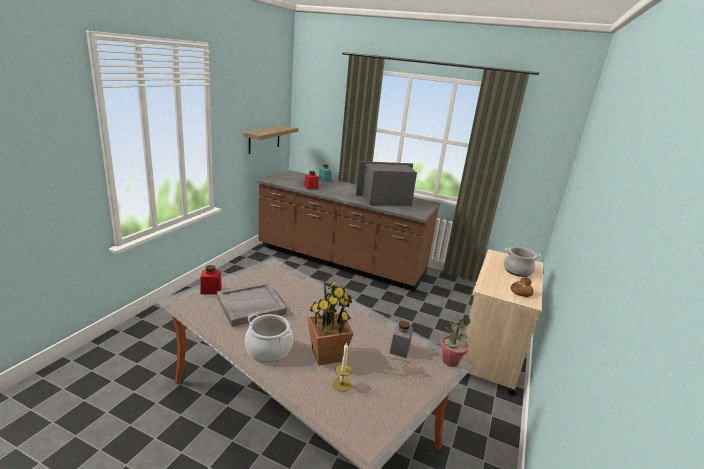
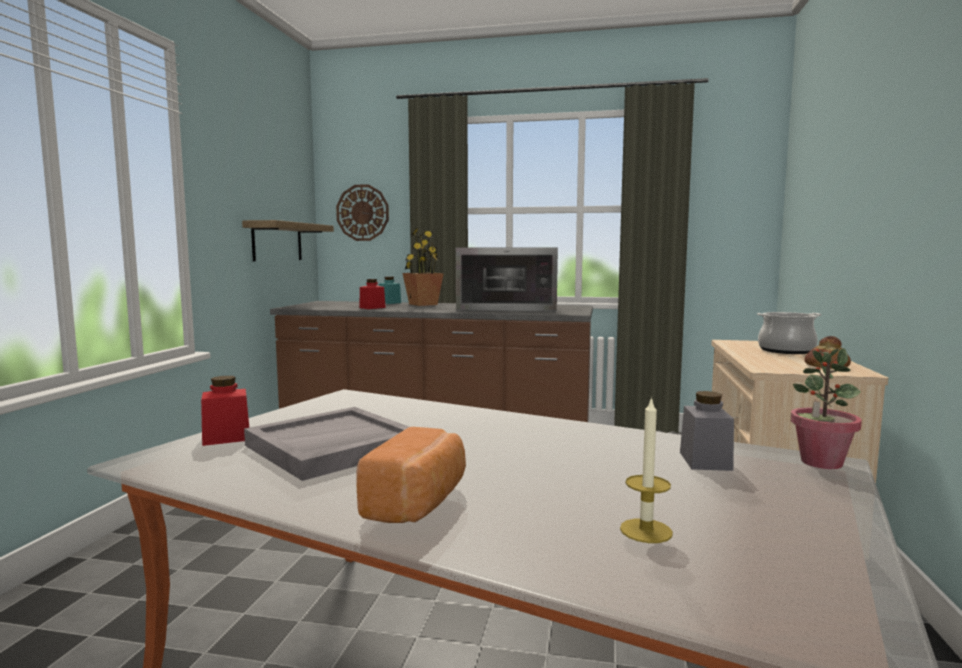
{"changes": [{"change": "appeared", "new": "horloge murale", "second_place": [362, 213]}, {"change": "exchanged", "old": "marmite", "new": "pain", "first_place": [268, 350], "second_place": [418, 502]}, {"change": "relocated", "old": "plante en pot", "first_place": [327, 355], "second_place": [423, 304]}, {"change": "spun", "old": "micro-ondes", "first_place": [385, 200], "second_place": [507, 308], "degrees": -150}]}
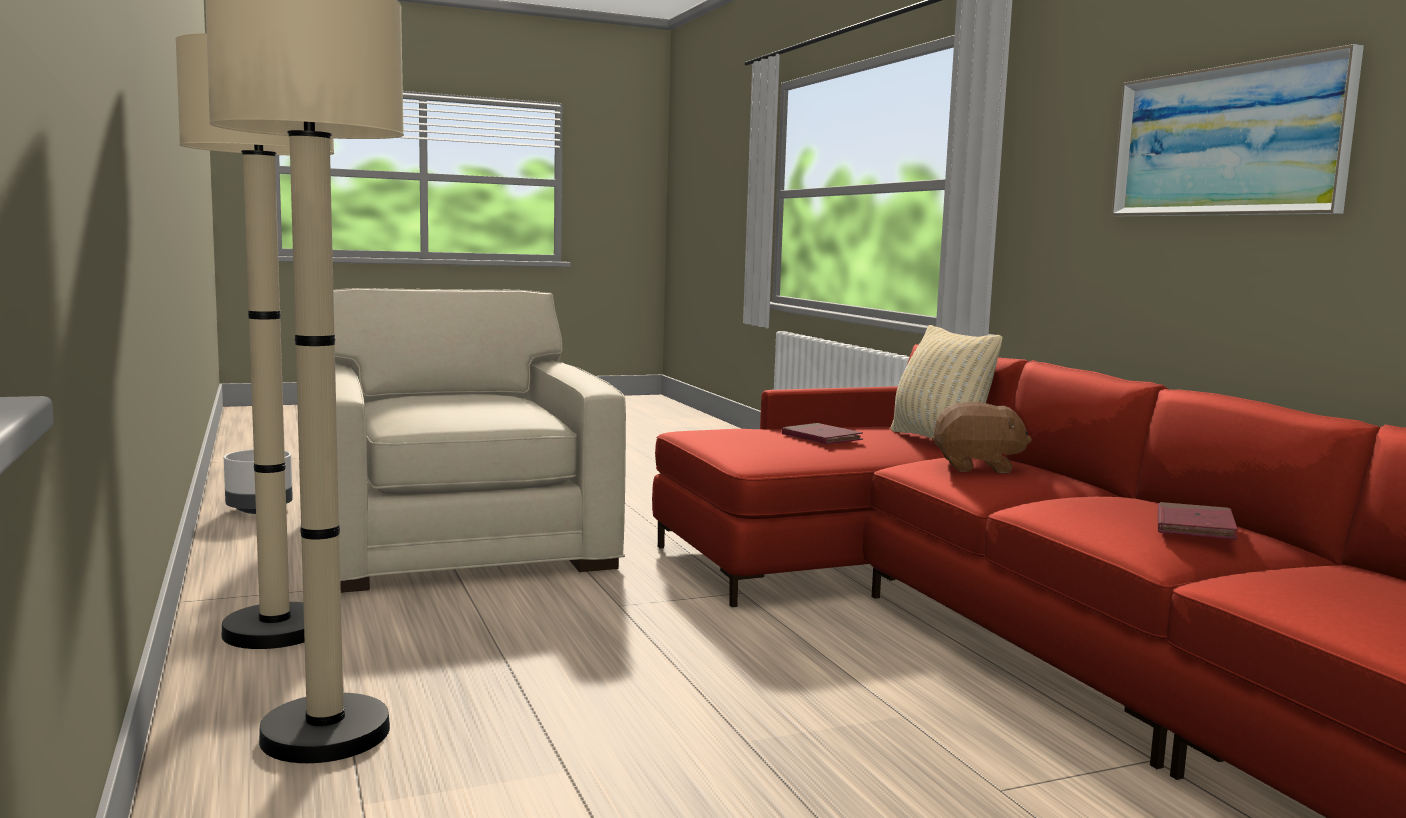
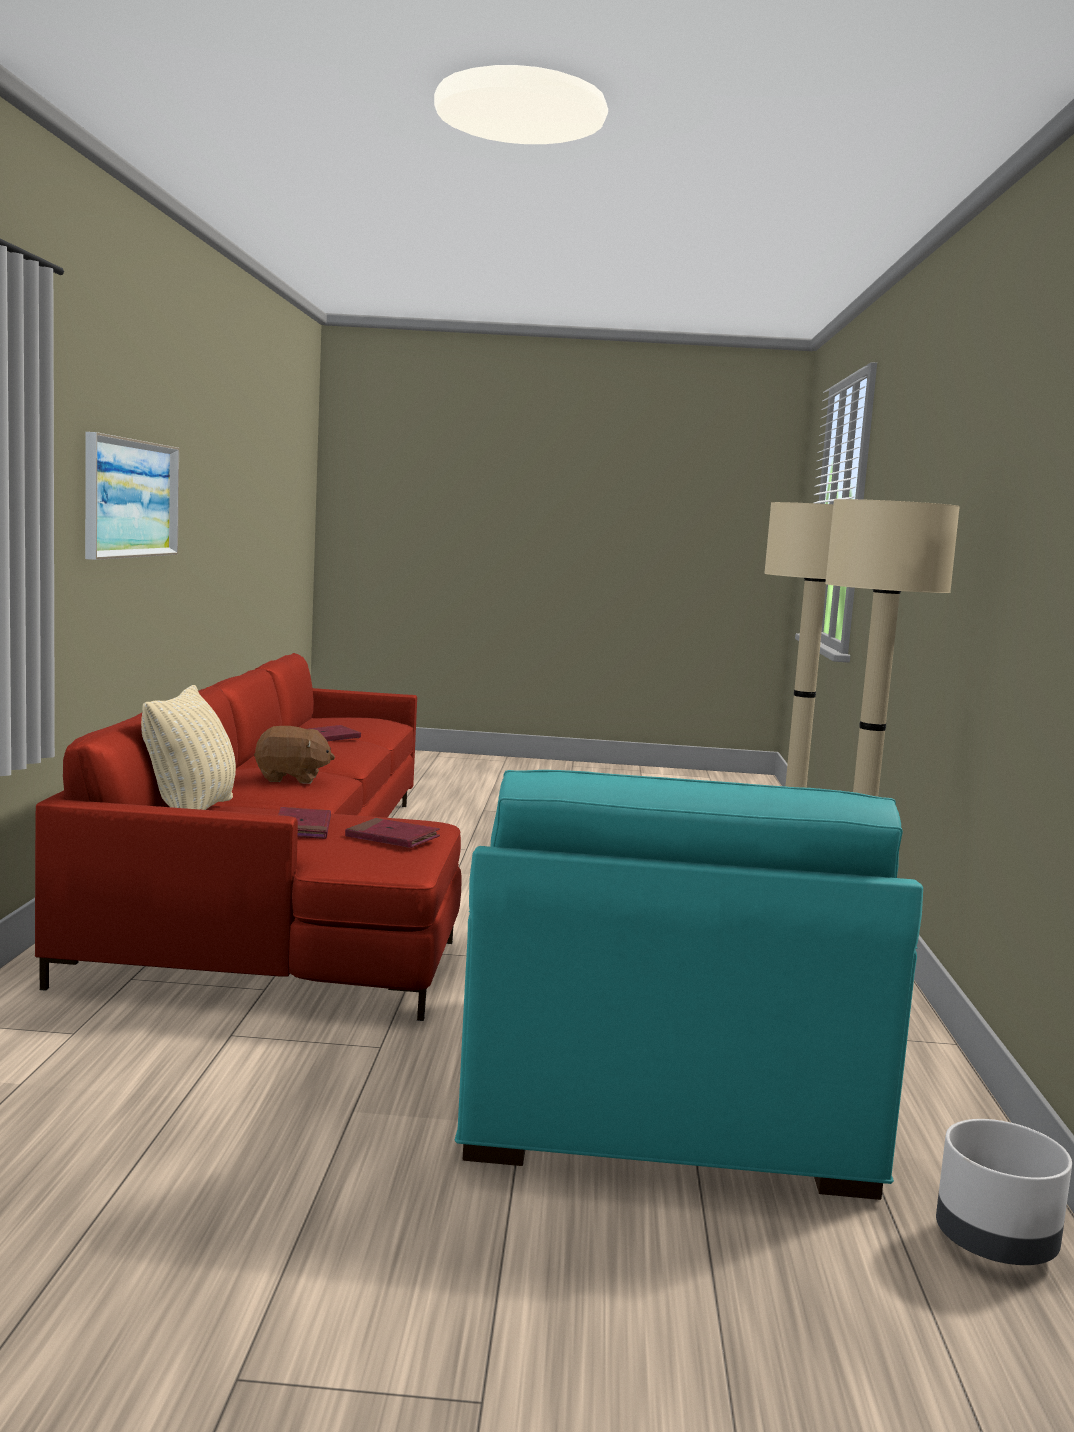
{"changes": [{"change": "spun", "old": "peluche [marron]", "first_place": [977, 467], "second_place": [291, 779], "degrees": 150}, {"change": "appeared", "new": "livre [rouge]", "second_place": [392, 838]}, {"change": "colour", "old": "fauteuil [beige]", "new": "fauteuil [turquoise]", "first_place": [456, 540], "second_place": [662, 1084]}]}
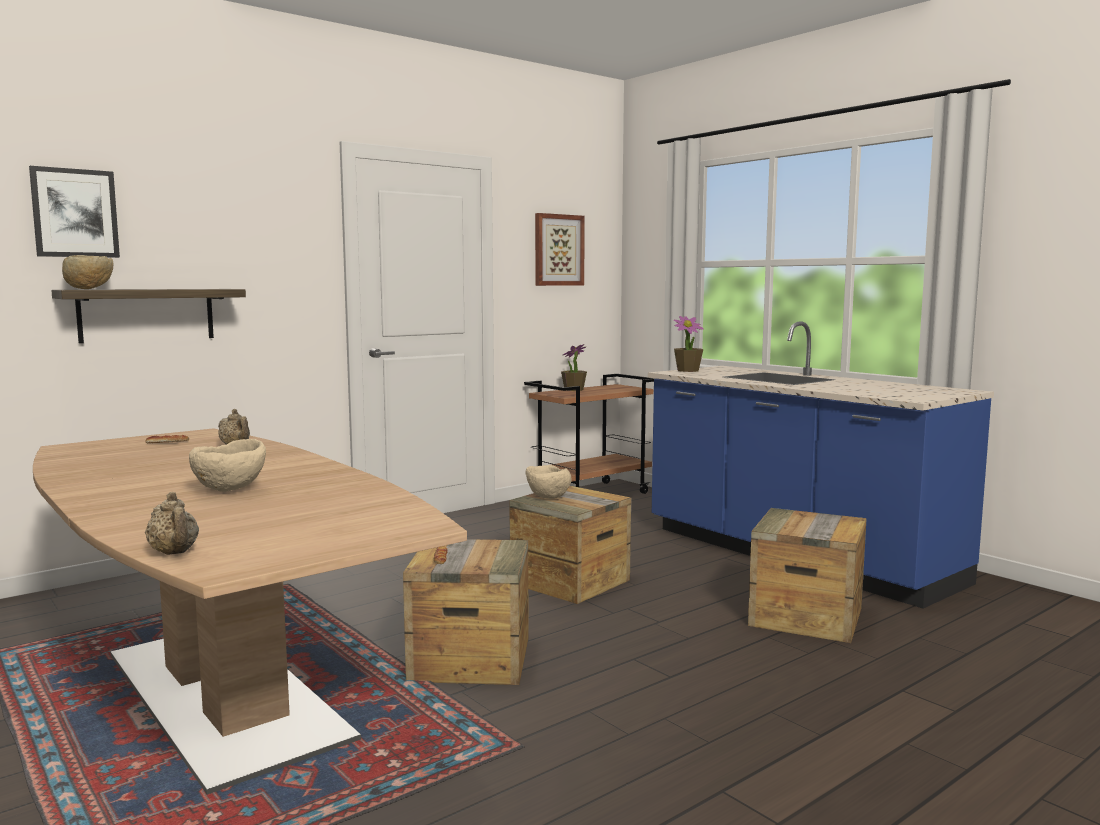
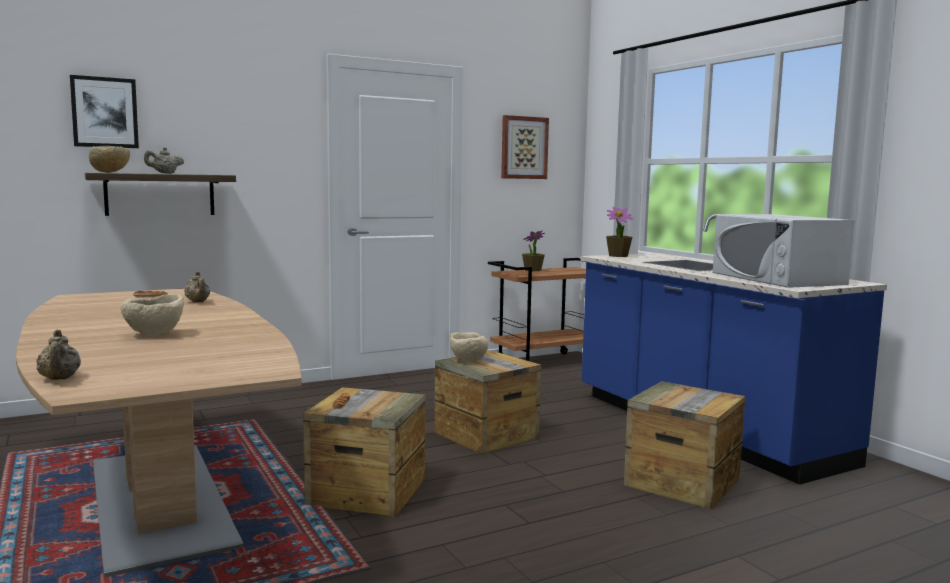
{"changes": [{"change": "appeared", "new": "théière [beige]", "second_place": [164, 173]}, {"change": "appeared", "new": "micro-ondes [blanc]", "second_place": [777, 278]}]}
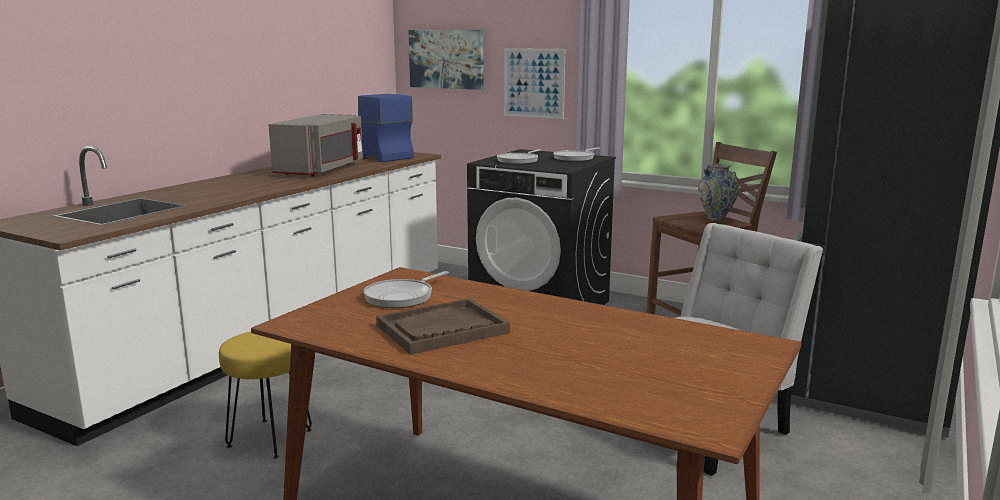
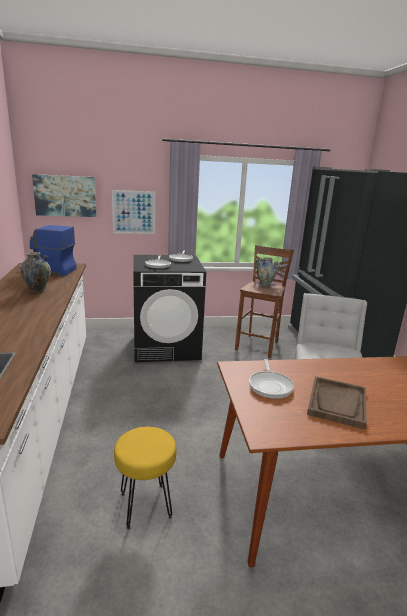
{"changes": [{"change": "exchanged", "old": "micro-ondes [gris]", "new": "vase", "first_place": [322, 170], "second_place": [37, 290]}]}
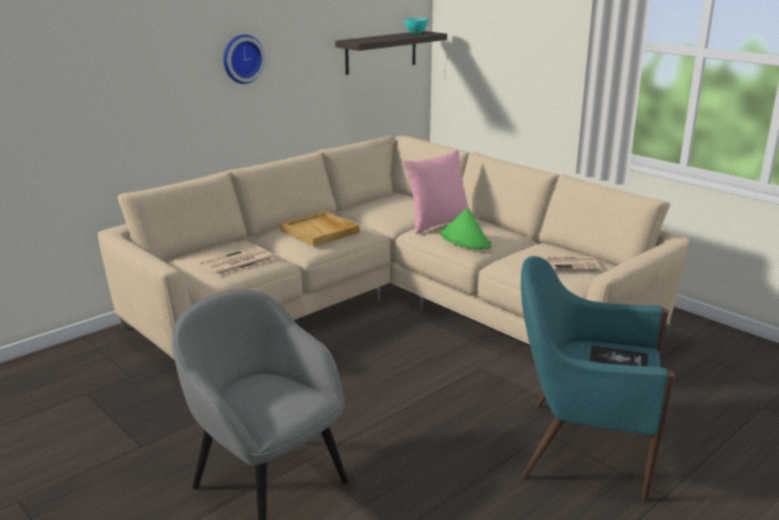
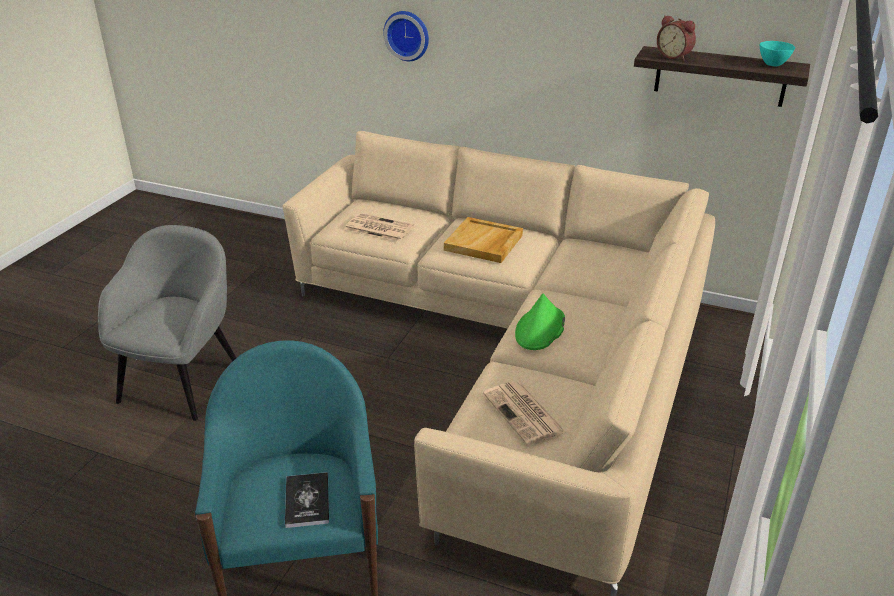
{"changes": [{"change": "relocated", "old": "horloge murale", "first_place": [242, 58], "second_place": [407, 35]}, {"change": "appeared", "new": "réveil", "second_place": [674, 56]}, {"change": "missing", "old": "coussin [rose]", "first_place": [437, 223]}]}
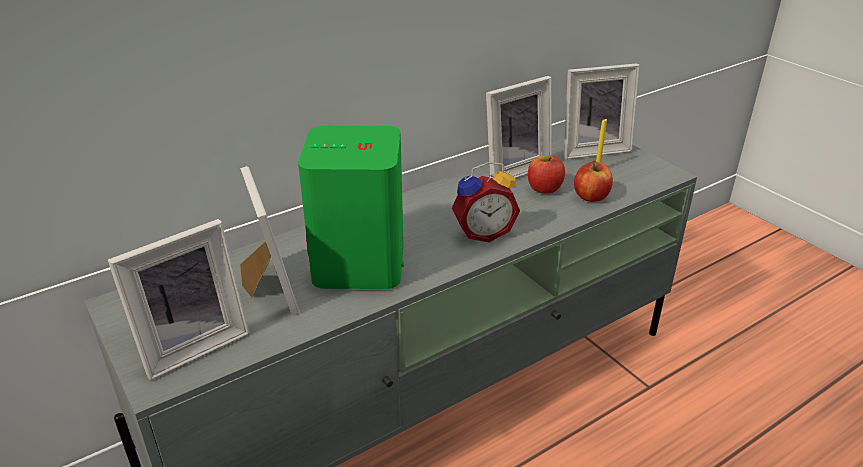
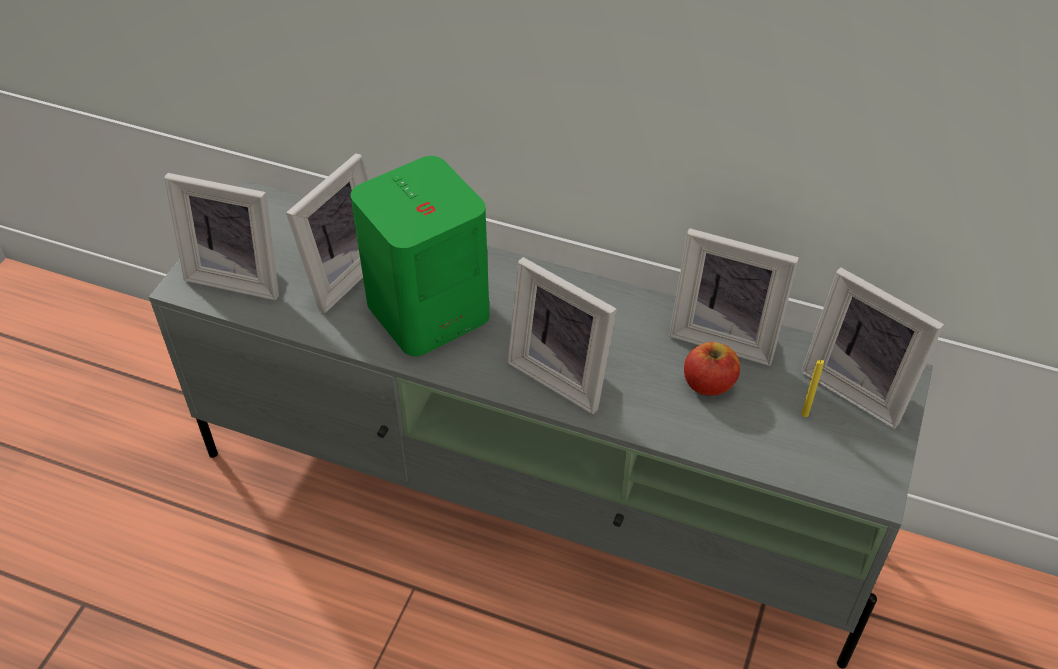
{"changes": [{"change": "exchanged", "old": "réveil", "new": "cadre photo", "first_place": [482, 233], "second_place": [563, 374]}, {"change": "missing", "old": "pomme", "first_place": [591, 196]}]}
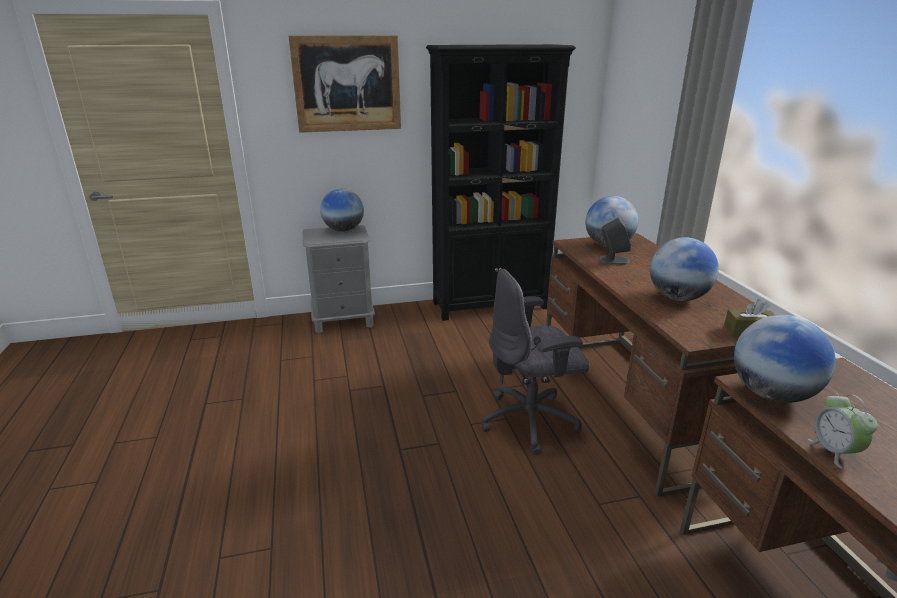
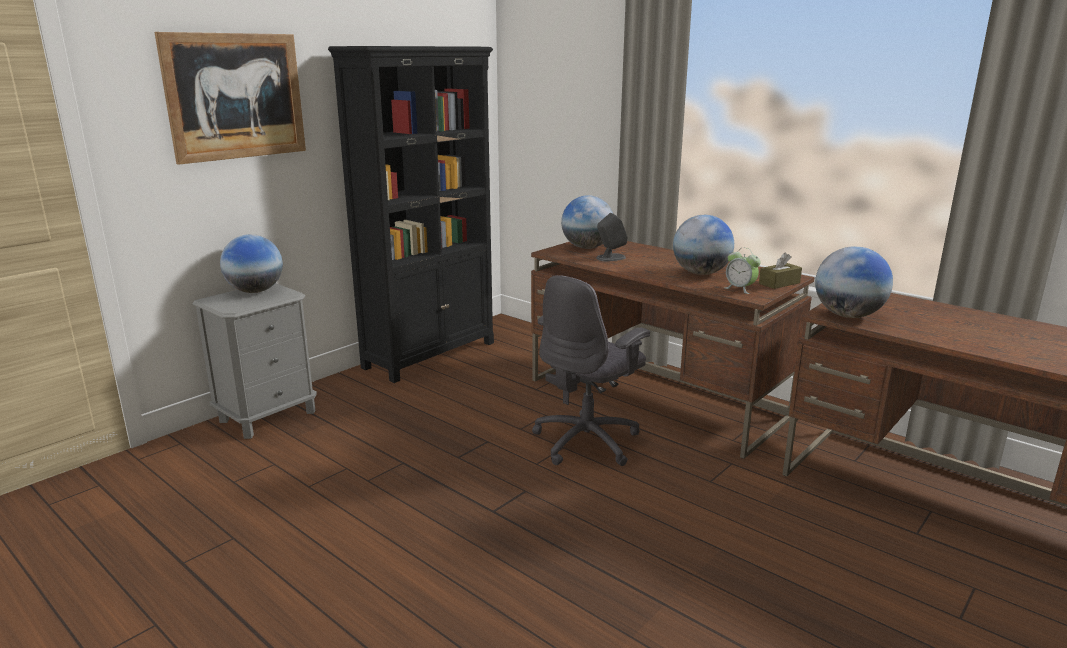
{"changes": [{"change": "relocated", "old": "réveil", "first_place": [834, 452], "second_place": [740, 289]}]}
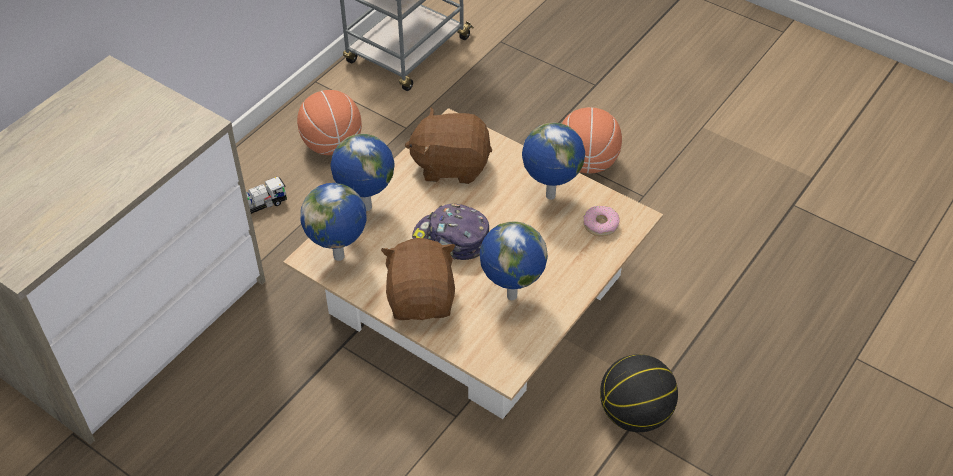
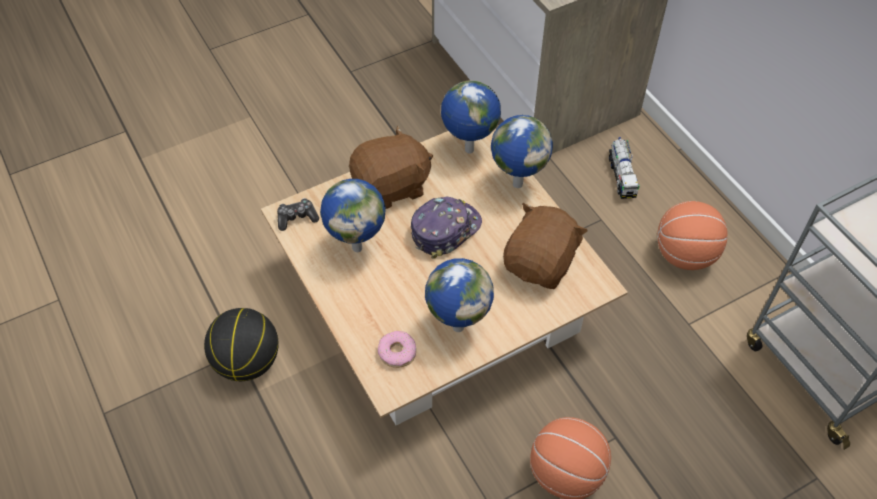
{"changes": [{"change": "appeared", "new": "manette", "second_place": [297, 218]}, {"change": "spun", "old": "peluche [marron]", "first_place": [422, 299], "second_place": [391, 187], "degrees": -45}]}
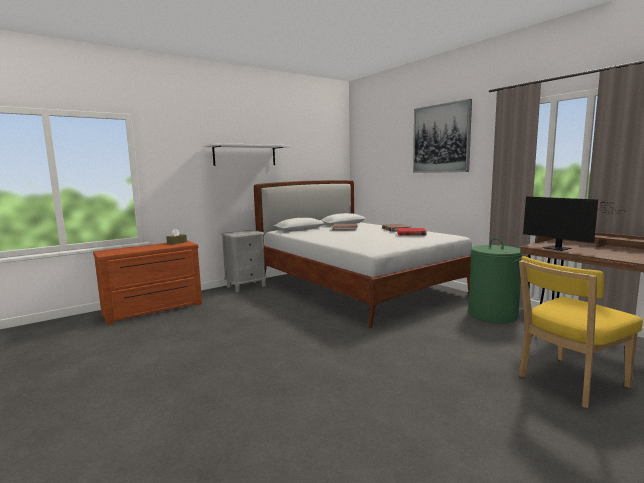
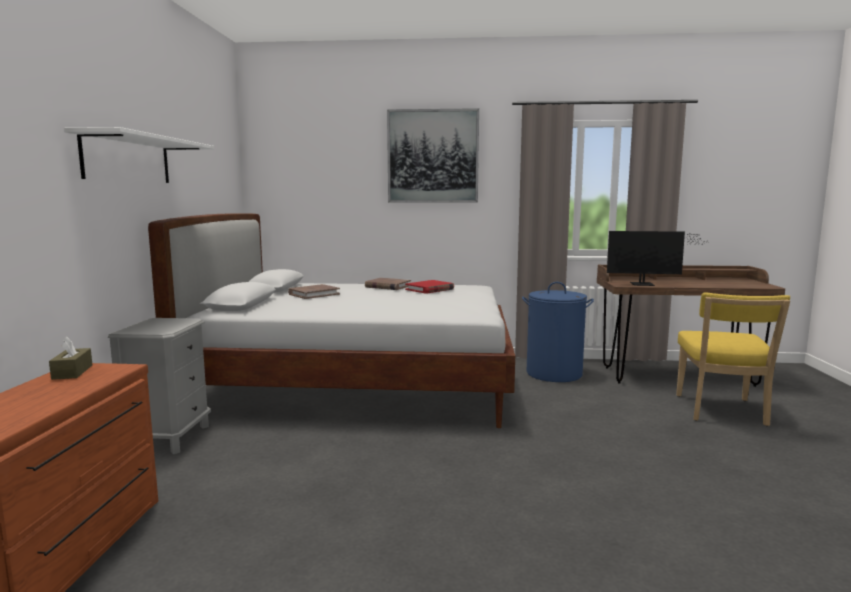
{"changes": [{"change": "colour", "old": "panier à linge [vert]", "new": "panier à linge [bleu]", "first_place": [493, 315], "second_place": [554, 373]}]}
